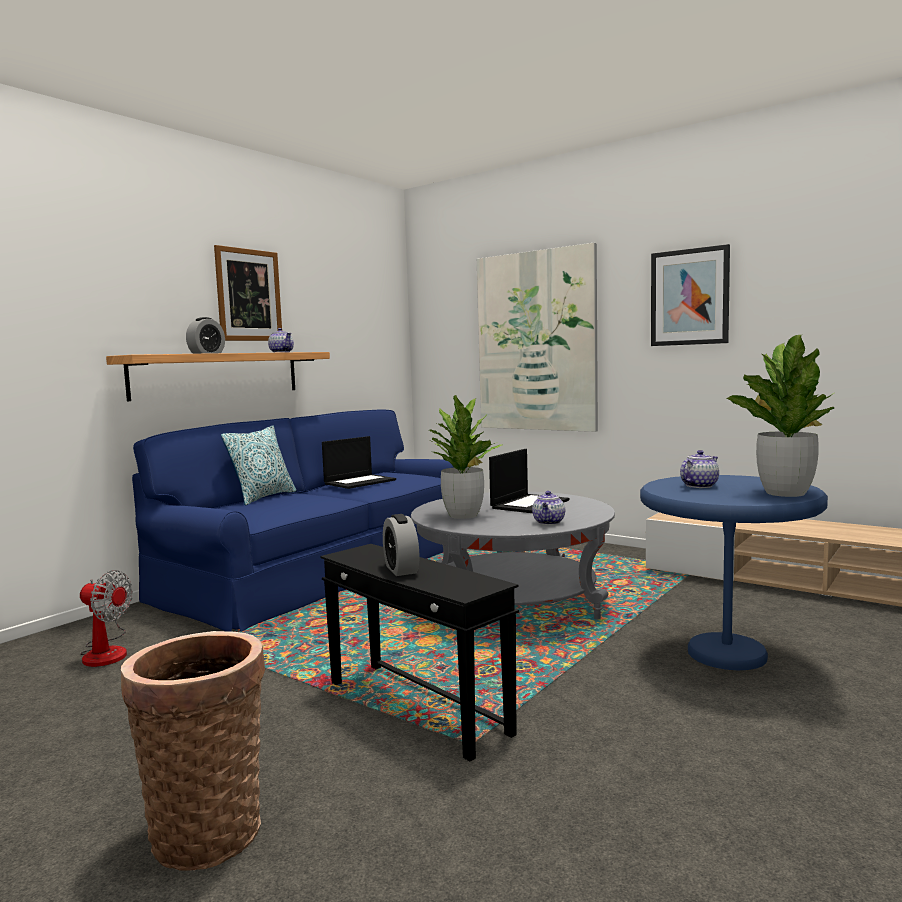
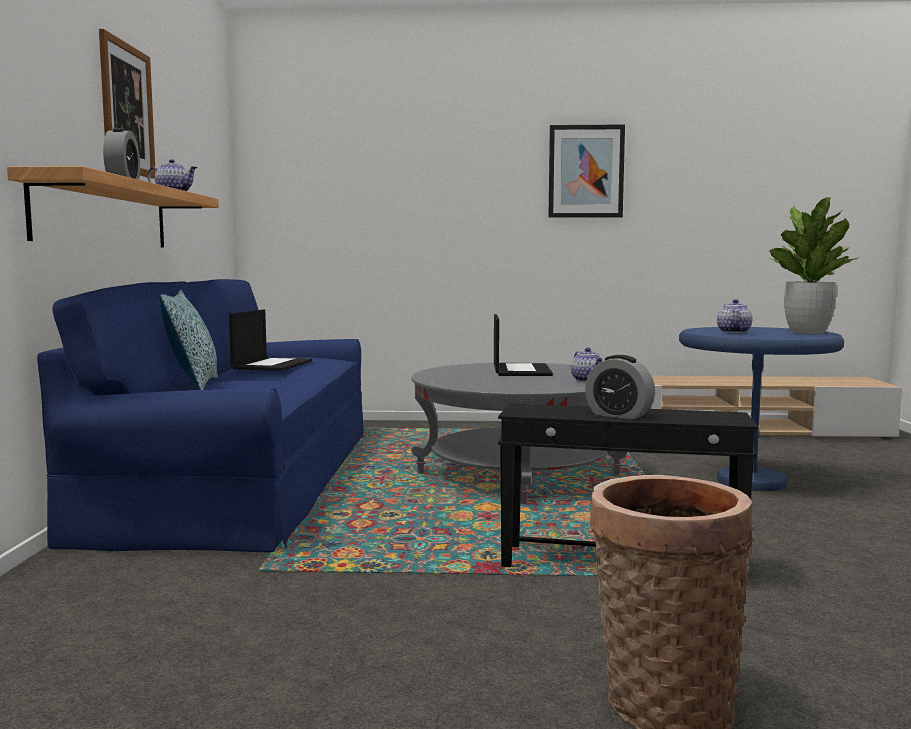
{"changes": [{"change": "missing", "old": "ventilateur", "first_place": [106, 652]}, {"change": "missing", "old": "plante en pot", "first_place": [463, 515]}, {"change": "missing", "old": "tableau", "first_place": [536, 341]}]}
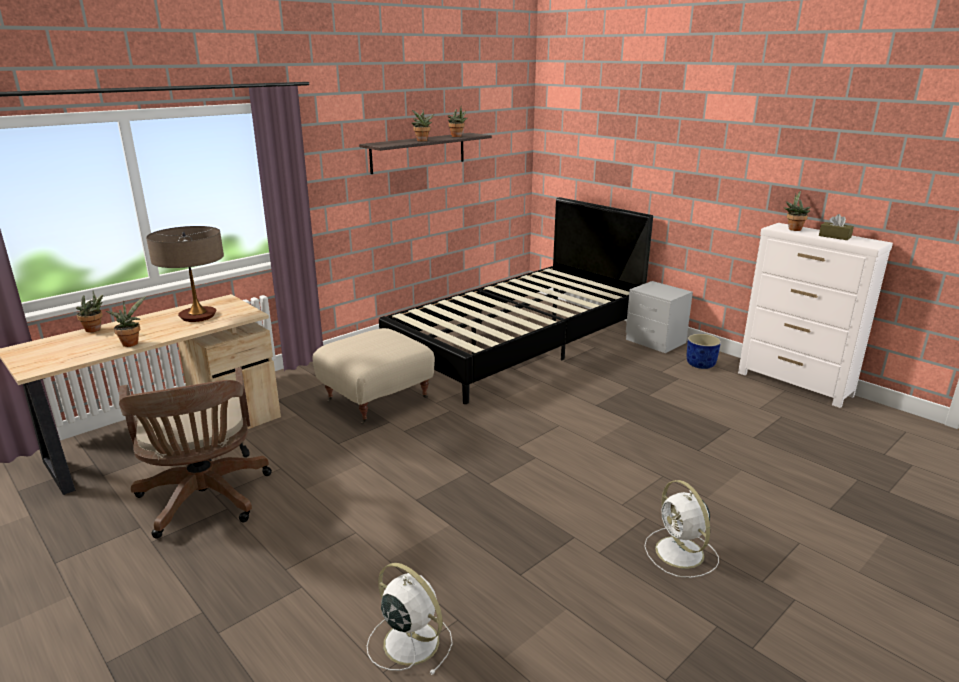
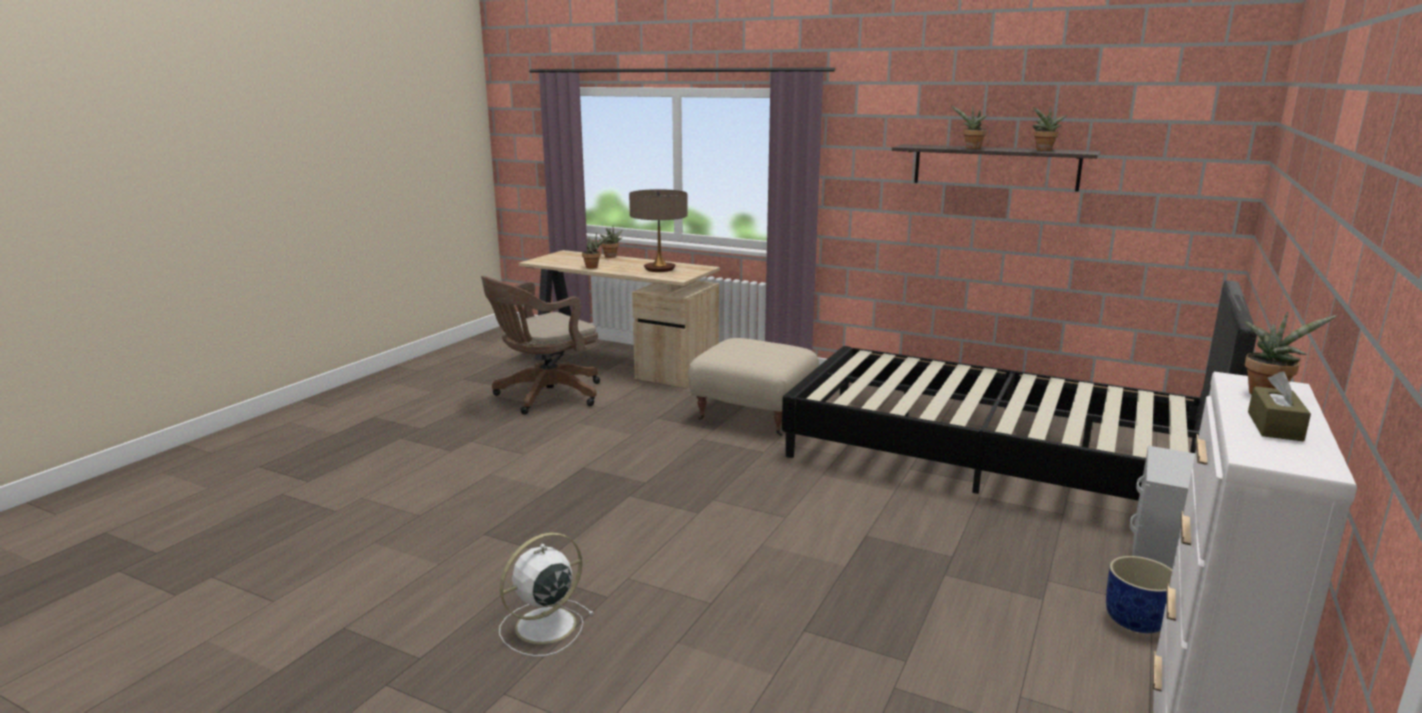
{"changes": [{"change": "missing", "old": "ventilateur [blanc]", "first_place": [409, 641]}]}
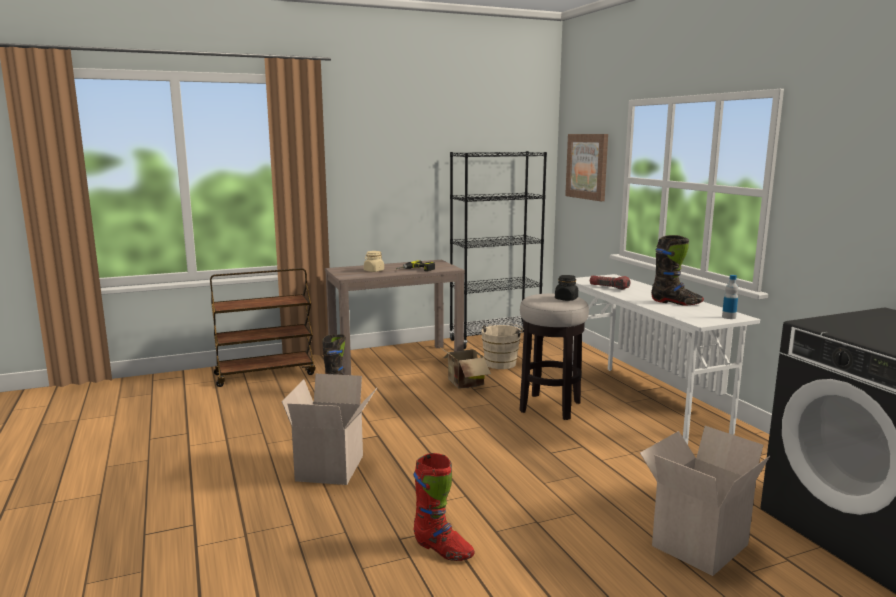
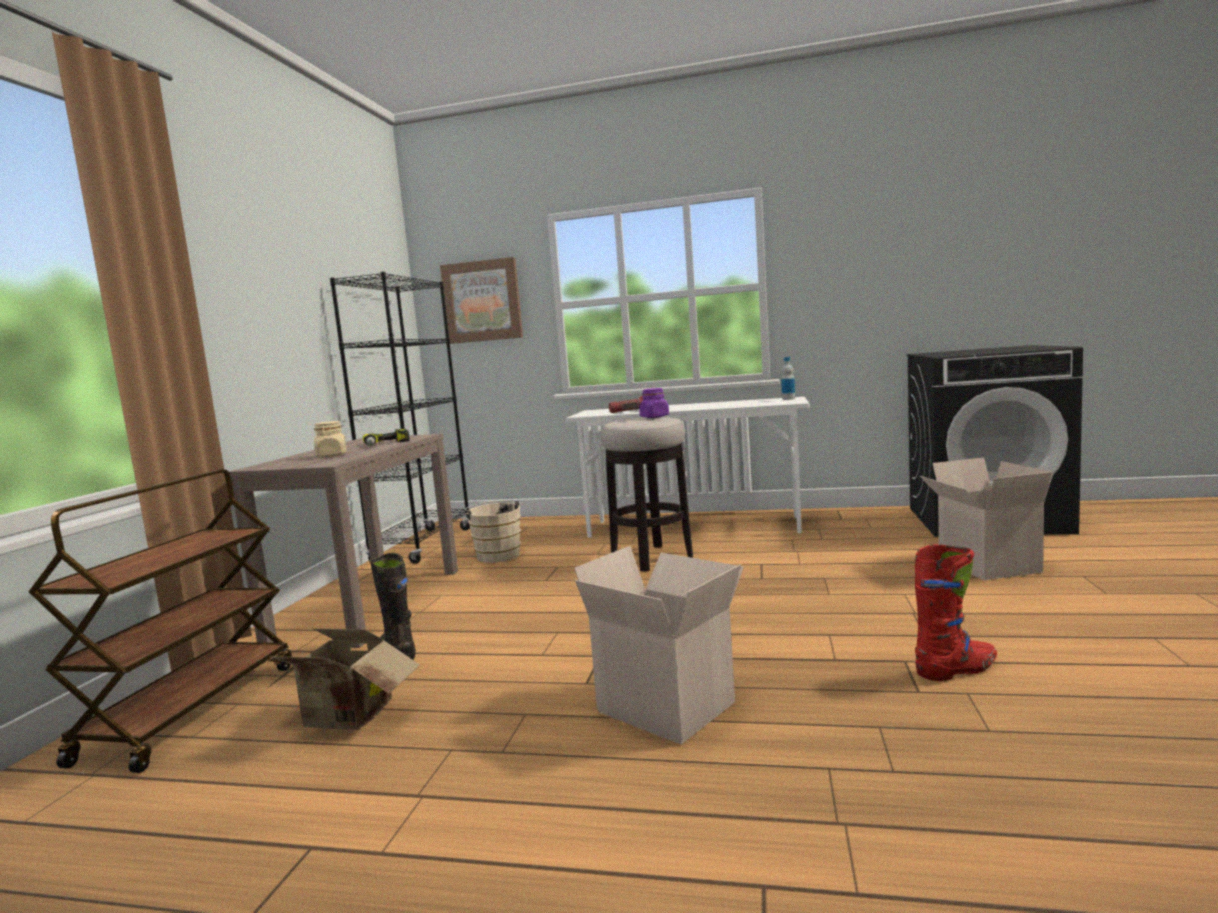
{"changes": [{"change": "relocated", "old": "carton", "first_place": [463, 384], "second_place": [347, 718]}, {"change": "colour", "old": "bocal [noir]", "new": "bocal [violet]", "first_place": [566, 299], "second_place": [654, 417]}, {"change": "missing", "old": "botte [noir]", "first_place": [676, 303]}]}
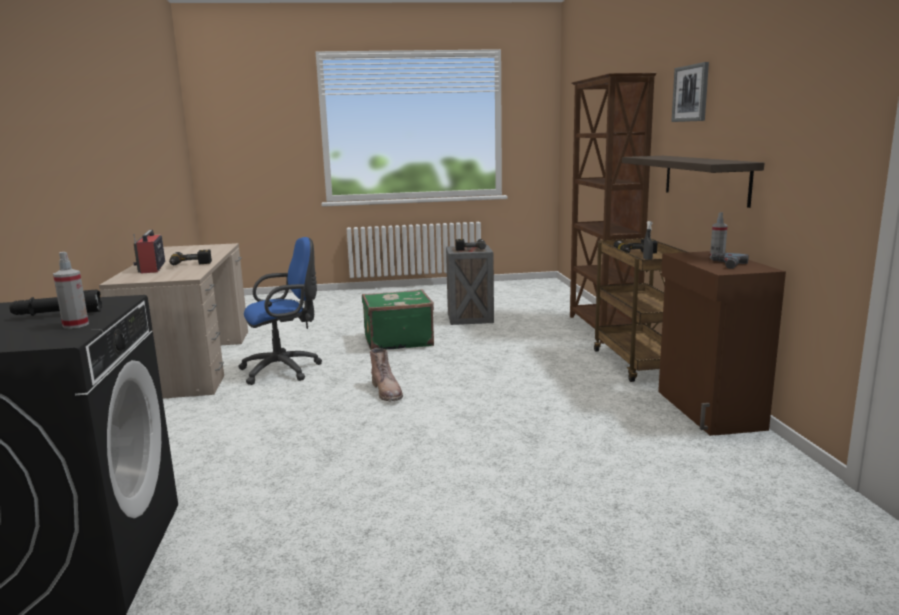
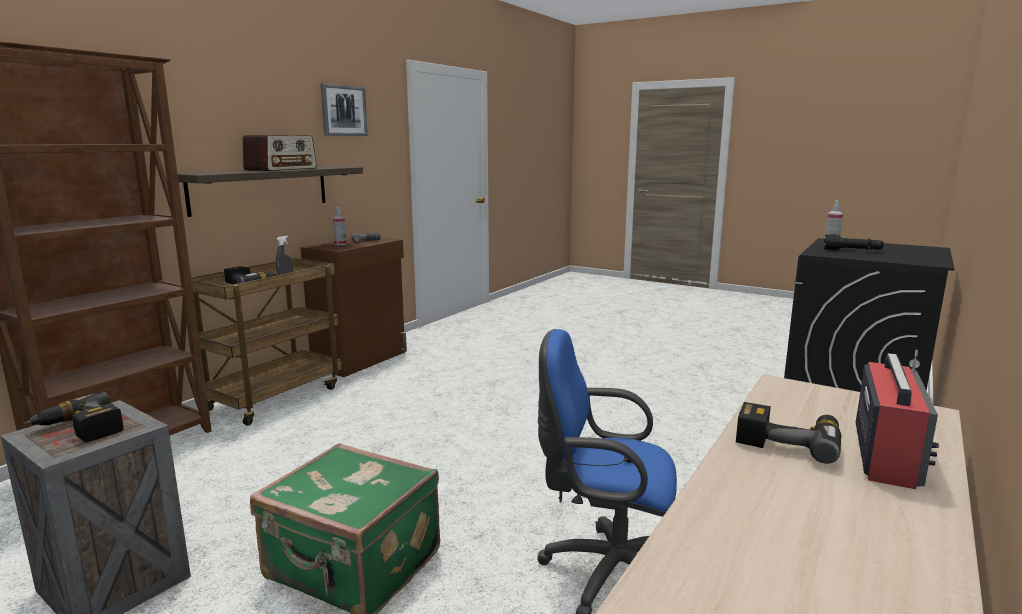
{"changes": [{"change": "appeared", "new": "radio", "second_place": [281, 169]}, {"change": "relocated", "old": "tableau", "first_place": [691, 93], "second_place": [343, 111]}, {"change": "missing", "old": "botte [marron]", "first_place": [387, 392]}]}
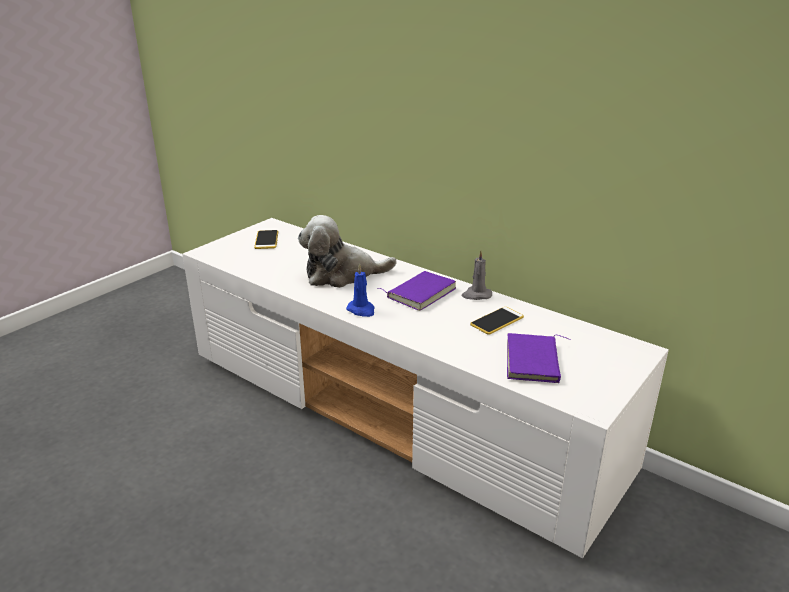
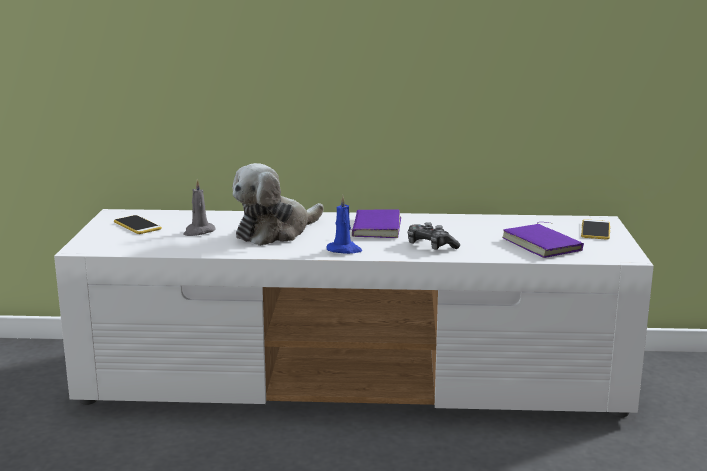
{"changes": [{"change": "relocated", "old": "bougie [gris]", "first_place": [476, 295], "second_place": [198, 232]}, {"change": "appeared", "new": "manette", "second_place": [430, 246]}, {"change": "relocated", "old": "téléphone", "first_place": [497, 321], "second_place": [595, 230]}]}
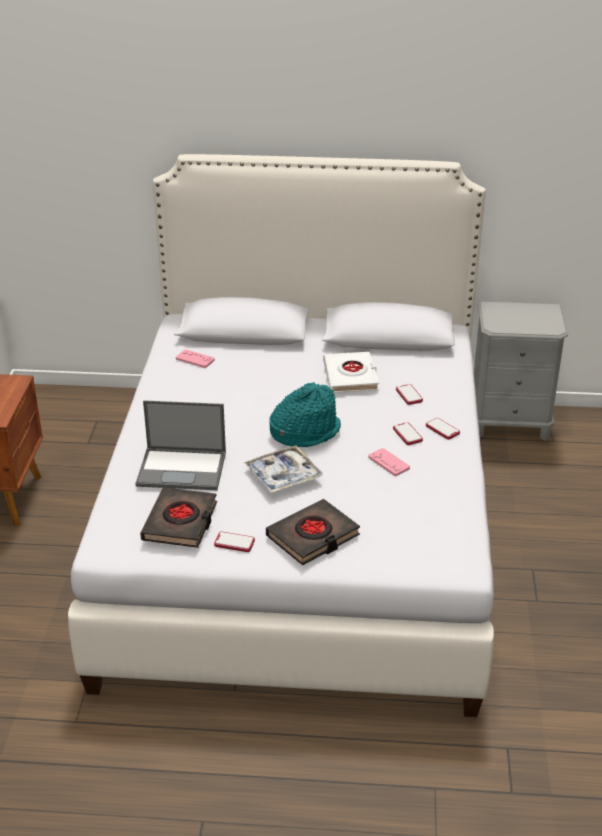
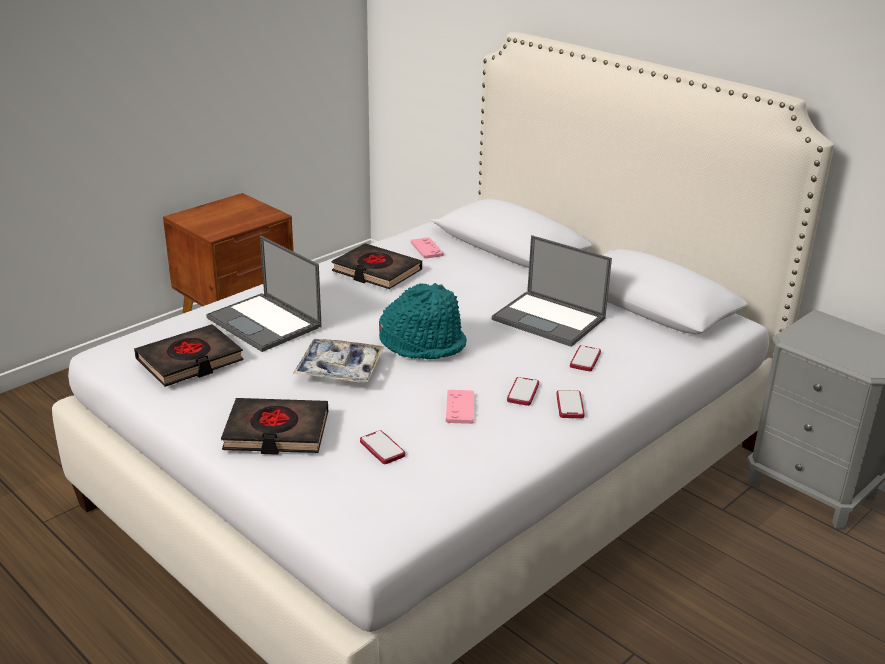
{"changes": [{"change": "appeared", "new": "livre [noir]", "second_place": [376, 272]}, {"change": "relocated", "old": "téléphone", "first_place": [234, 543], "second_place": [382, 448]}, {"change": "exchanged", "old": "livre [blanc]", "new": "ordinateur portable", "first_place": [351, 377], "second_place": [550, 319]}]}
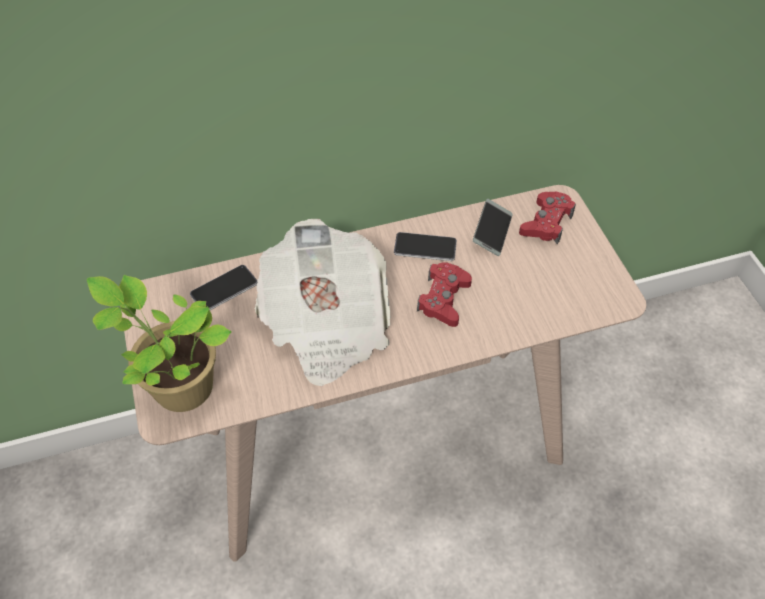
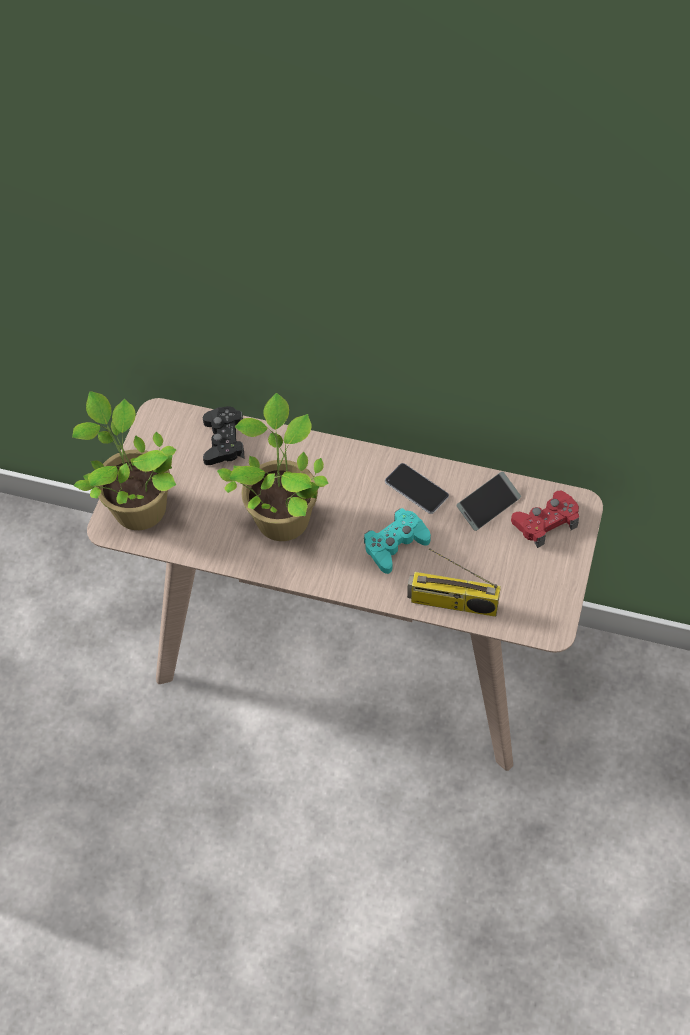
{"changes": [{"change": "exchanged", "old": "téléphone", "new": "manette [noir]", "first_place": [224, 289], "second_place": [223, 441]}, {"change": "exchanged", "old": "journal", "new": "plante en pot", "first_place": [326, 325], "second_place": [282, 515]}, {"change": "colour", "old": "manette [rouge]", "new": "manette [turquoise]", "first_place": [443, 299], "second_place": [395, 544]}, {"change": "appeared", "new": "radio", "second_place": [452, 603]}]}
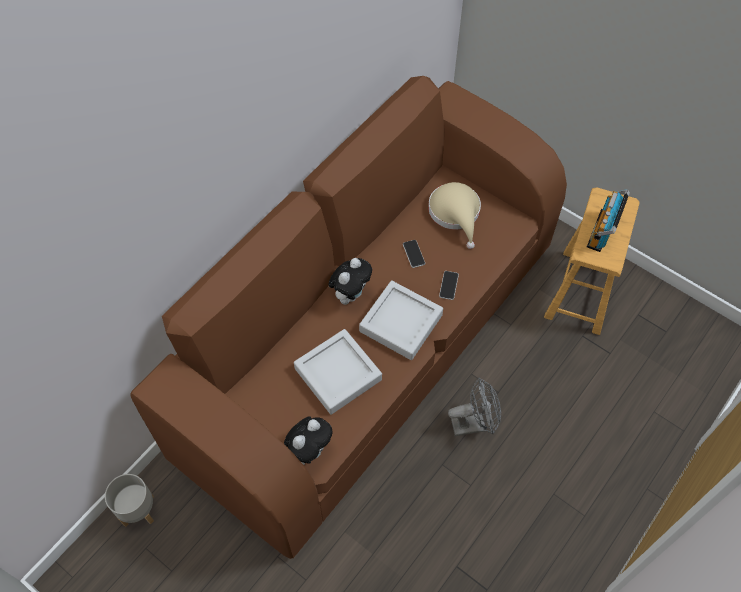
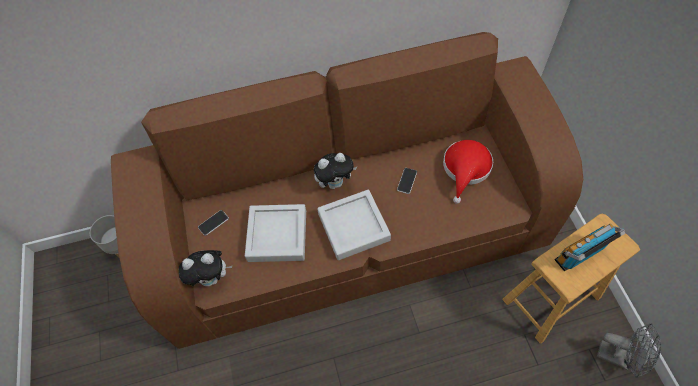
{"changes": [{"change": "relocated", "old": "téléphone", "first_place": [448, 285], "second_place": [213, 223]}, {"change": "colour", "old": "chapeau [beige]", "new": "chapeau [rouge]", "first_place": [456, 213], "second_place": [466, 169]}, {"change": "relocated", "old": "ventilateur [gris]", "first_place": [474, 424], "second_place": [619, 357]}]}
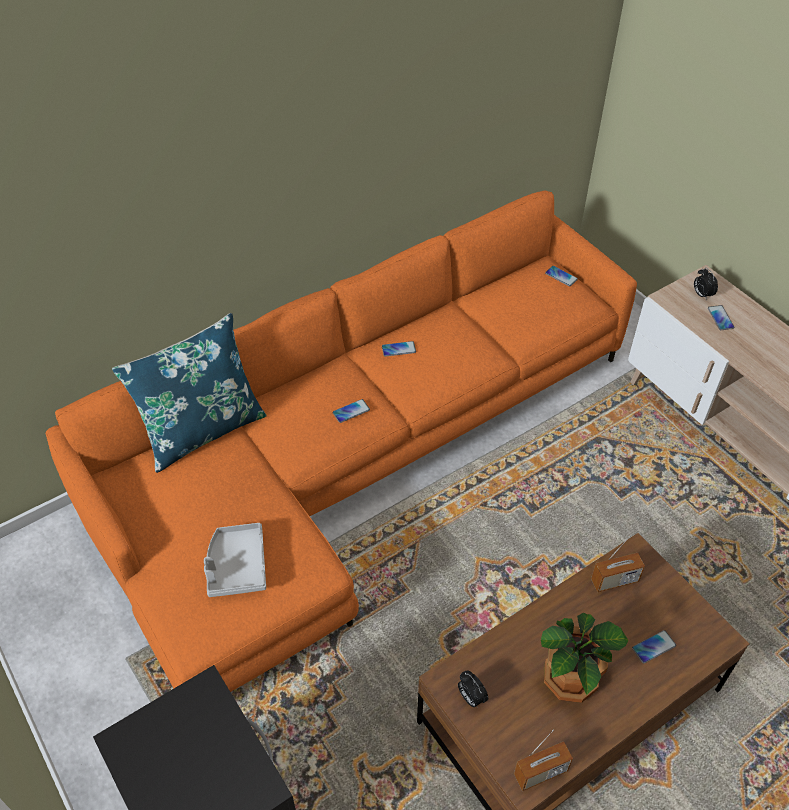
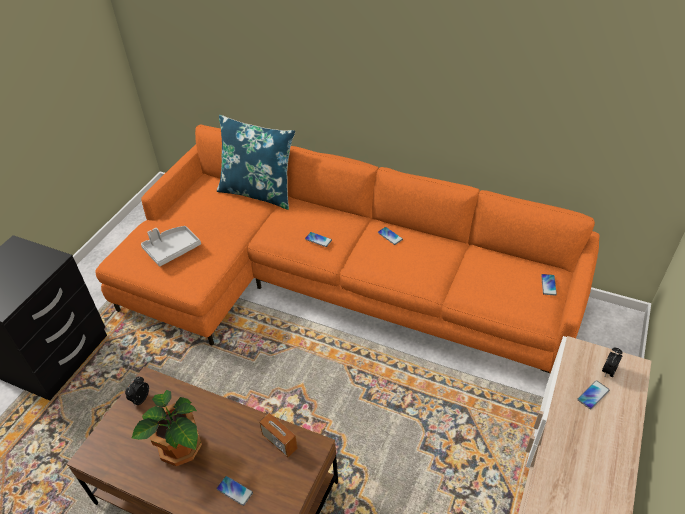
{"changes": [{"change": "missing", "old": "radio", "first_place": [540, 773]}]}
